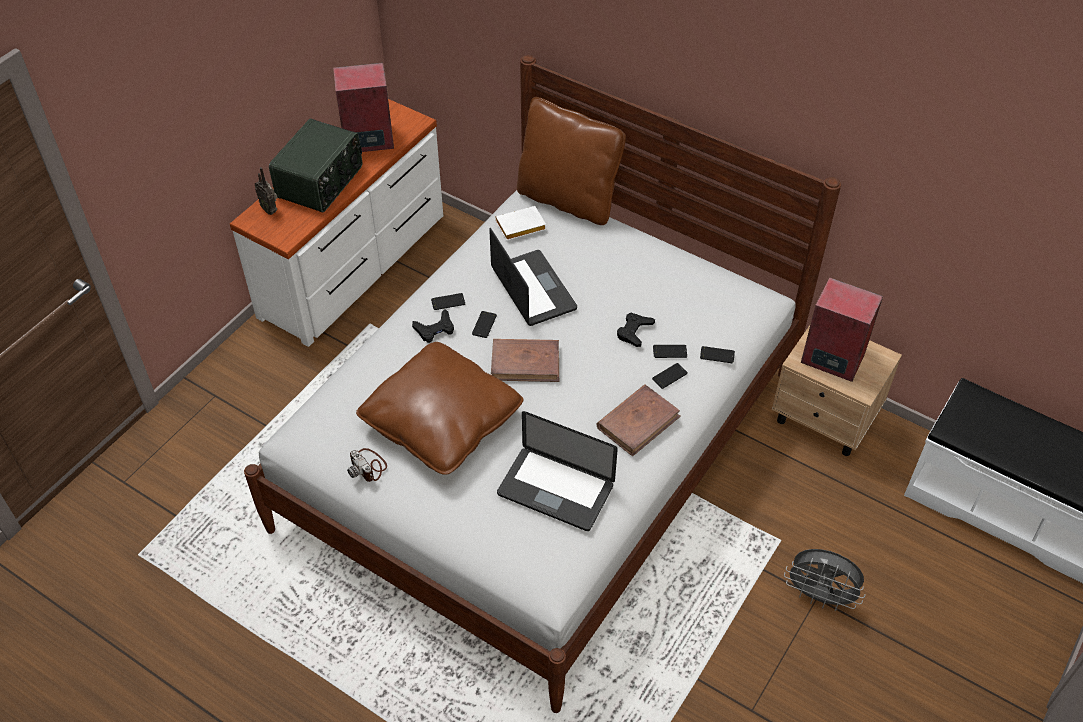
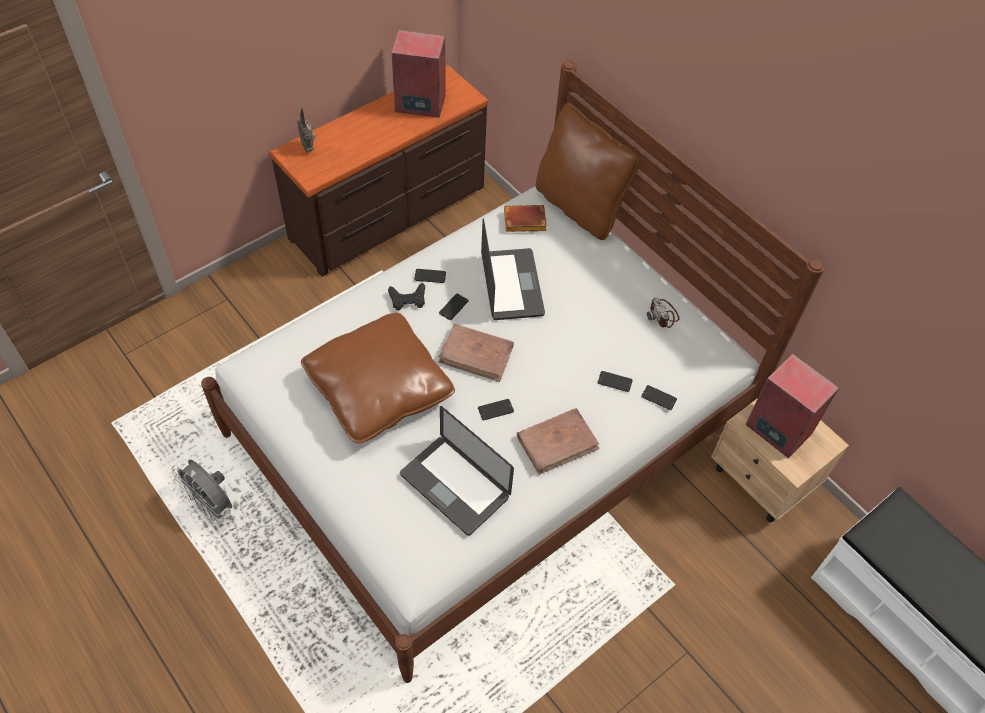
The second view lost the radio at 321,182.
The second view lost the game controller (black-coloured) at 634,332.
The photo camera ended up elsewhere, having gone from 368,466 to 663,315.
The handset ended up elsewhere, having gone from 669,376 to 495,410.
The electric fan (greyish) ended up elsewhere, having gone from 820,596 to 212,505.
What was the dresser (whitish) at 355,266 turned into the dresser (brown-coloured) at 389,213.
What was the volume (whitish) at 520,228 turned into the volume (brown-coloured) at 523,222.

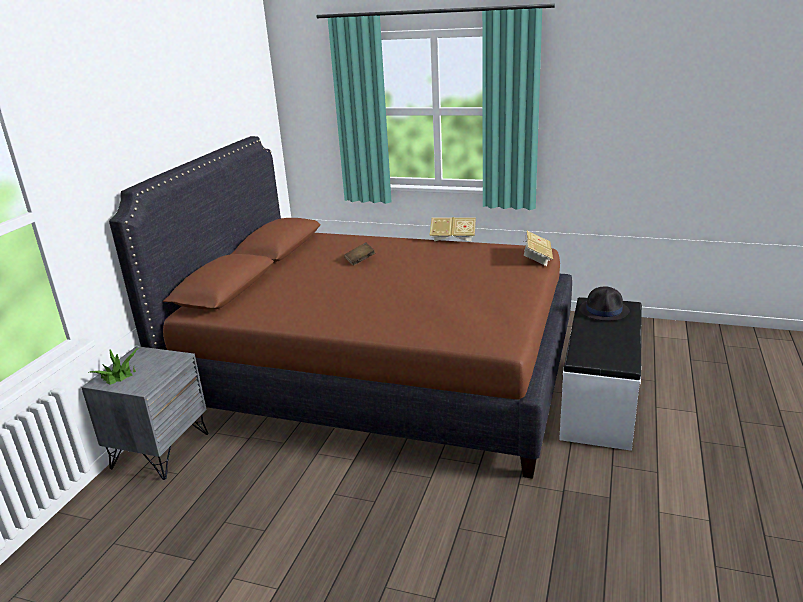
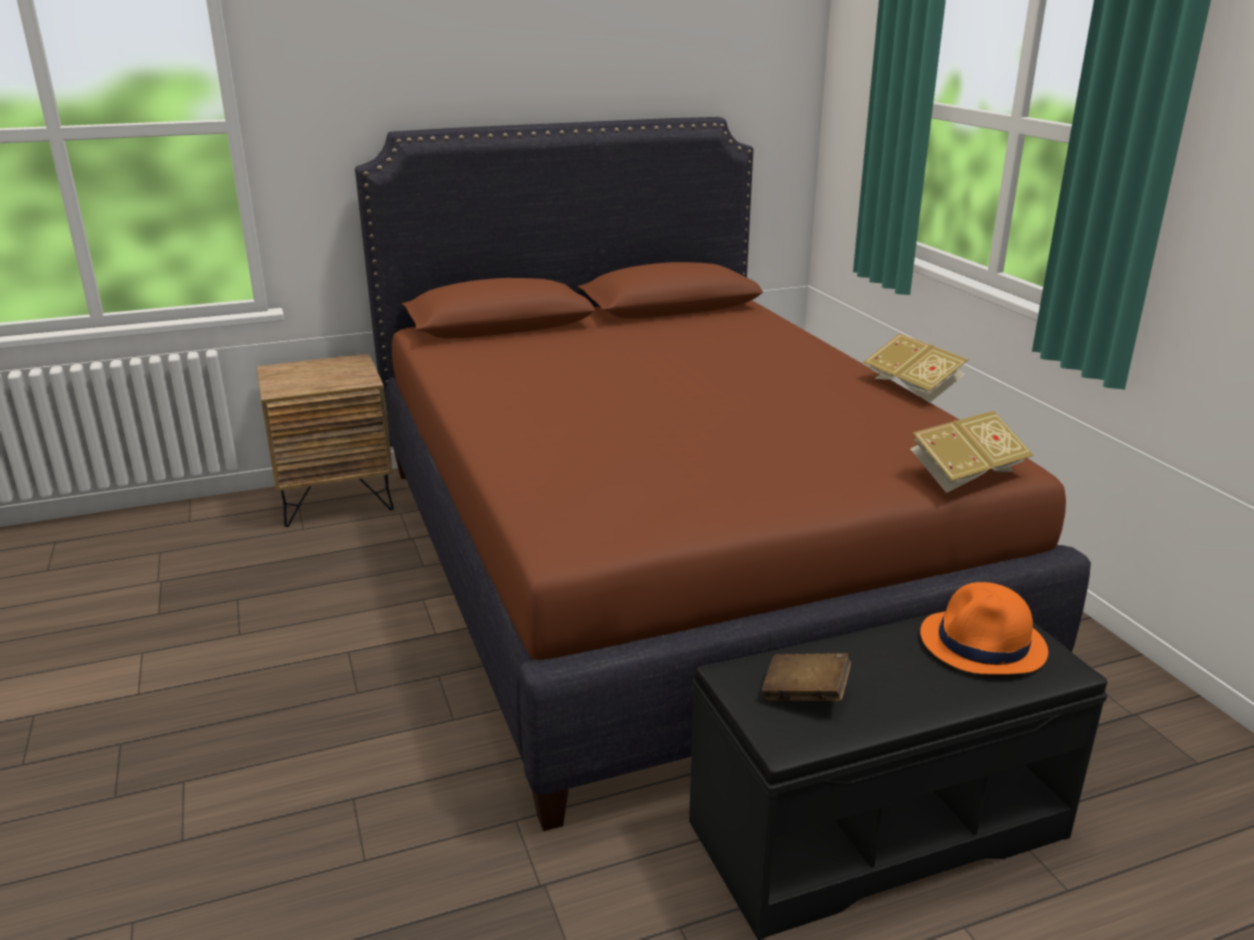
The second view lost the potted plant at 118,375.
The volume (brown-coloured) ended up elsewhere, having gone from 360,260 to 805,694.
What was the night table (greyish) at 160,450 turned into the night table (brown-coloured) at 335,498.
What was the long seat (whitish) at 598,401 turned into the long seat (black-coloured) at 876,827.
What was the clothing hat (black-coloured) at 604,311 turned into the clothing hat (orange-coloured) at 983,644.

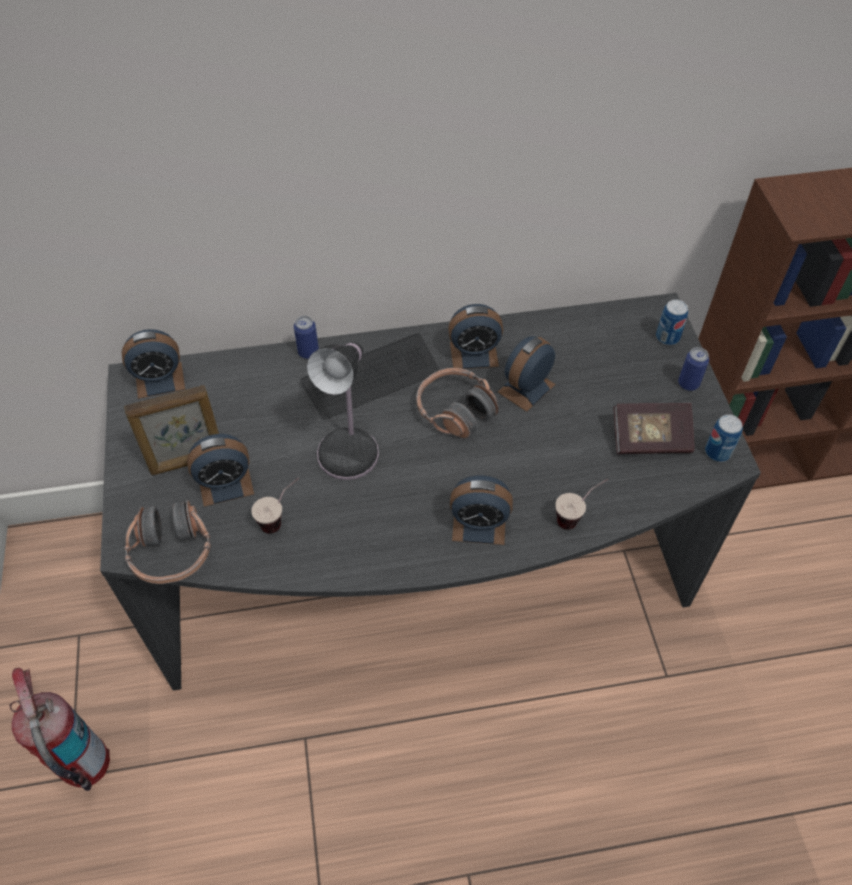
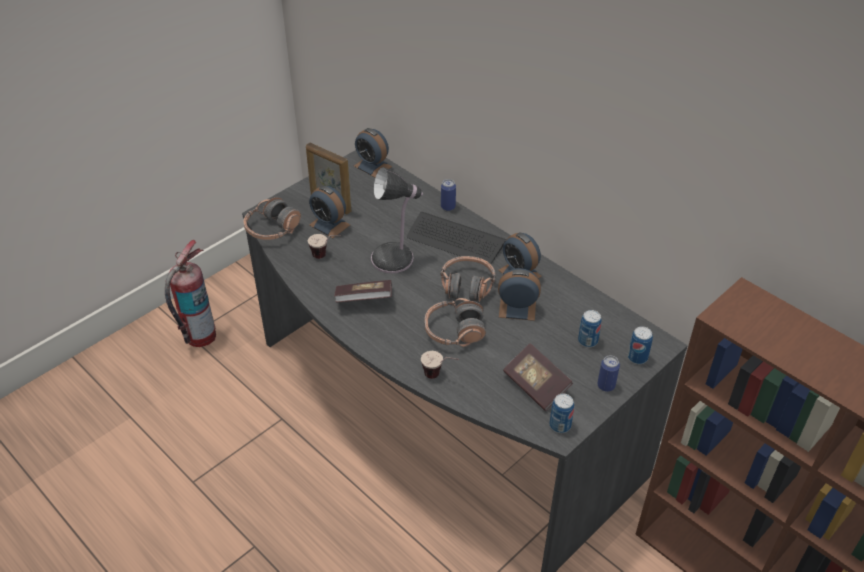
The second view lost the table clock at 479,525.
The second view gained the volume at 364,300.
The second view gained the headset at 454,331.
The second view gained the metal can at 587,341.

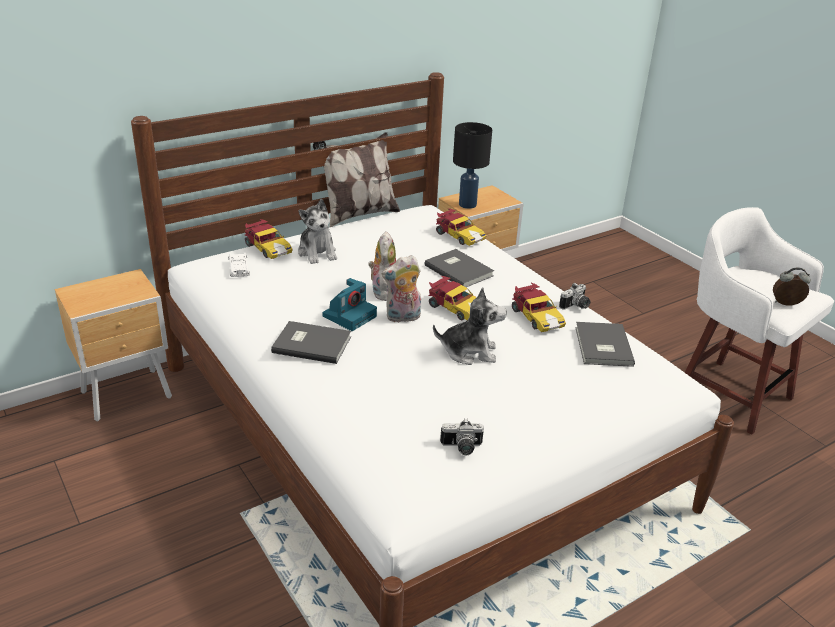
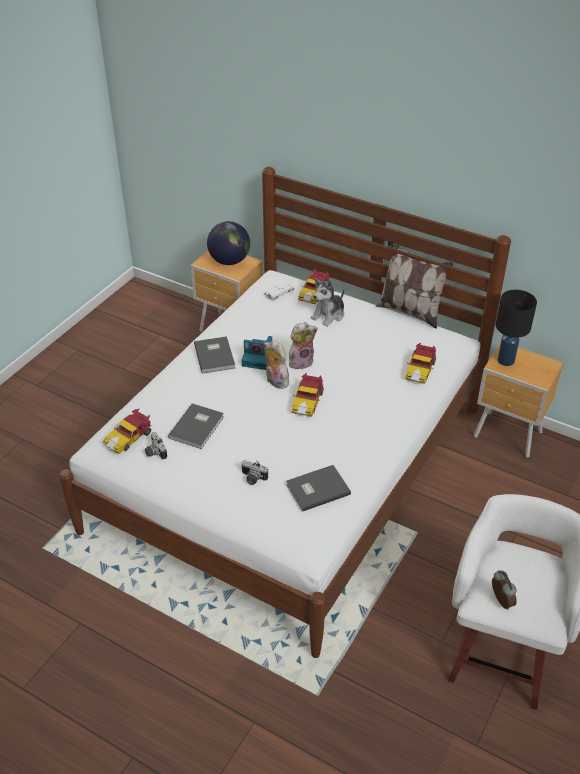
The second view lost the plush toy at 469,352.
The second view gained the desk globe at 229,261.
The volume (greyish) ended up elsewhere, having gone from 459,269 to 198,427.
The miniature car ended up elsewhere, having gone from 536,317 to 129,437.
The photo camera ended up elsewhere, having gone from 576,306 to 252,479.

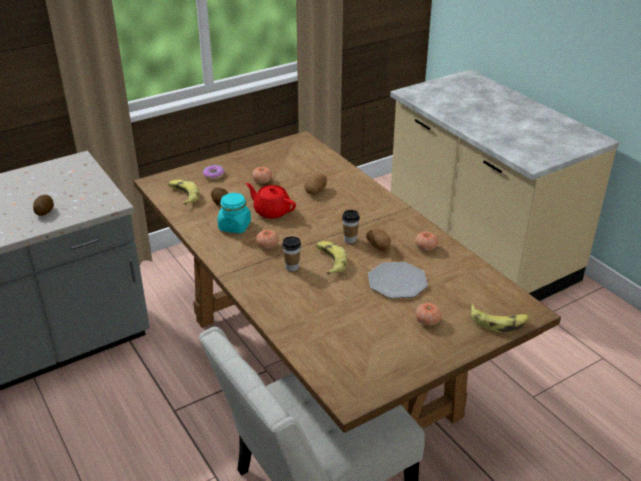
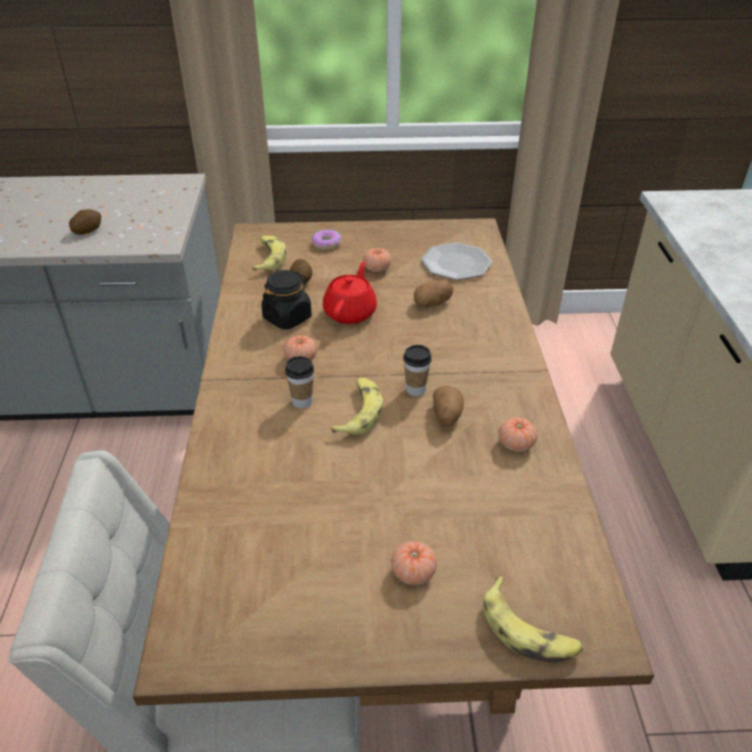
The flat dish ended up elsewhere, having gone from 397,281 to 456,263.
What was the preserve jar (turquoise) at 234,226 turned into the preserve jar (black-coloured) at 287,317.
The teapot (red-coloured) at 271,211 ended up facing another way, 45 degrees clockwise from before.

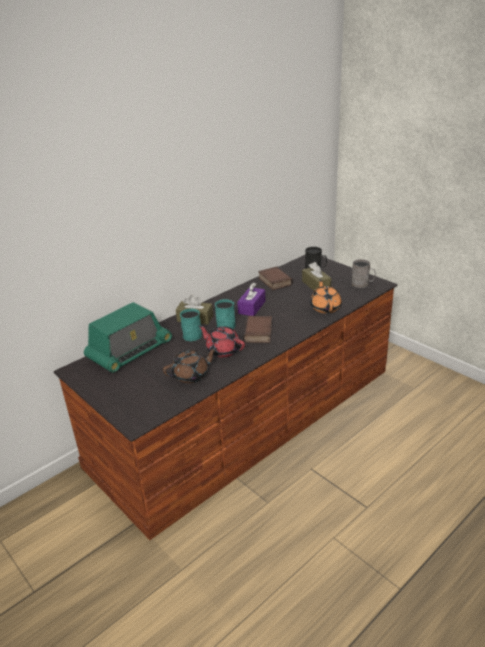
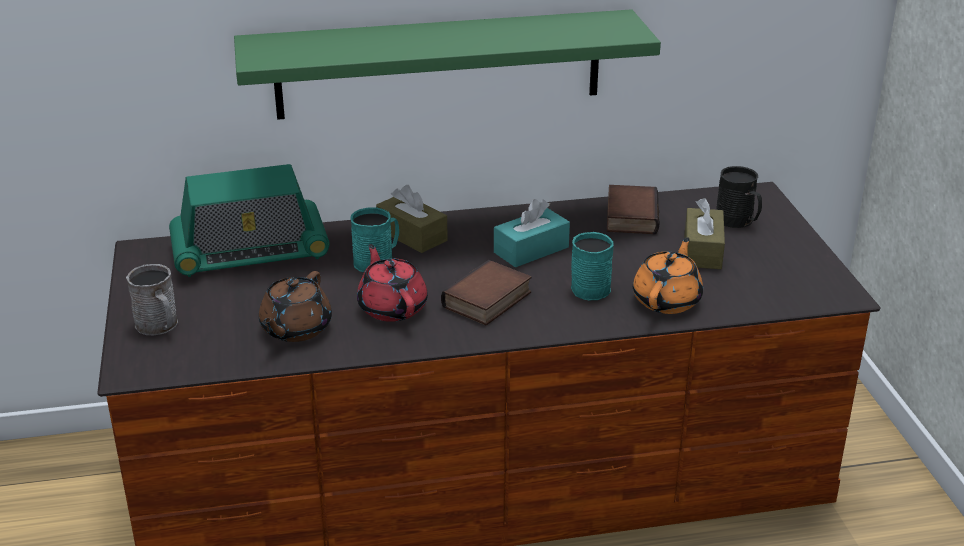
The second view gained the wall shelf (green) at 439,64.
The tea mug (turquoise) ended up elsewhere, having gone from 224,325 to 589,286.
The tea mug (greyish) ended up elsewhere, having gone from 362,284 to 159,326.
What was the tissue box (purple) at 252,307 turned into the tissue box (turquoise) at 531,250.
The teapot (brown-coloured) at 191,375 ended up facing another way, 105 degrees clockwise from before.

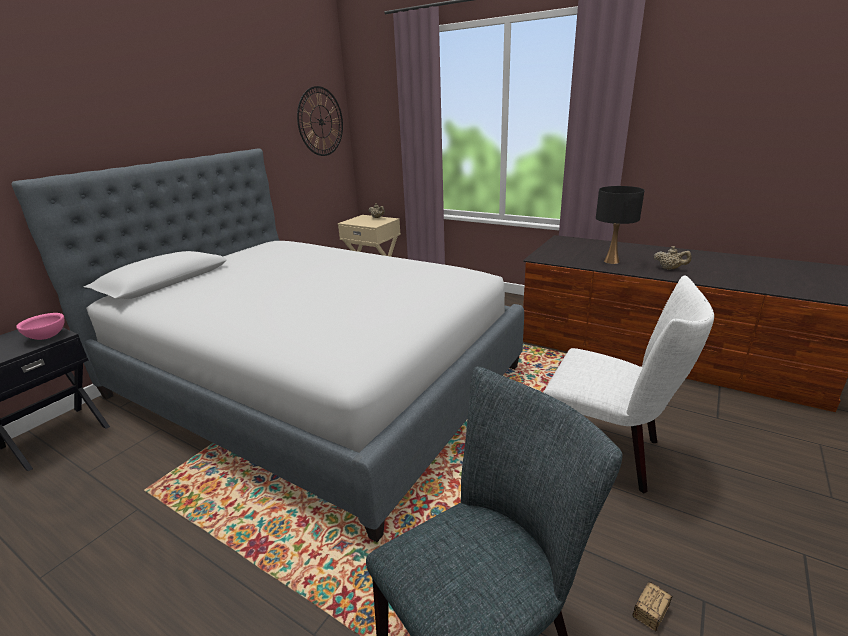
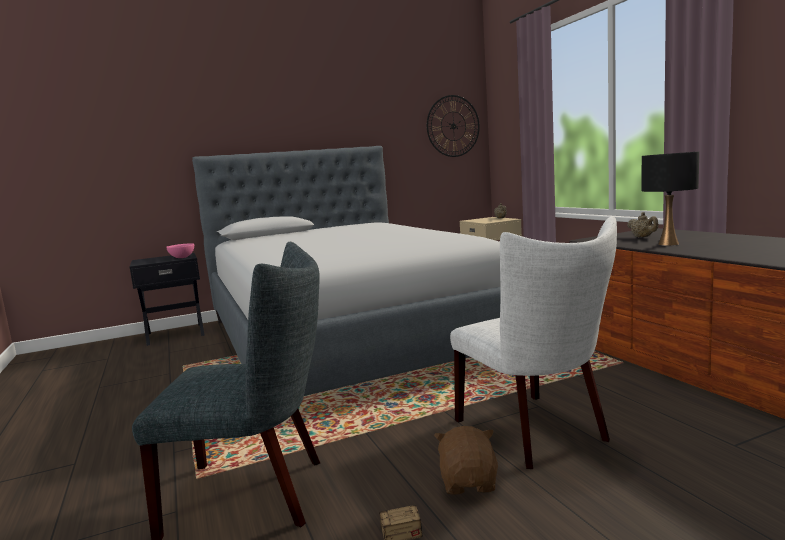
The second view gained the plush toy (brown-coloured) at 469,482.
The teapot (beige-coloured) ended up elsewhere, having gone from 670,268 to 643,237.

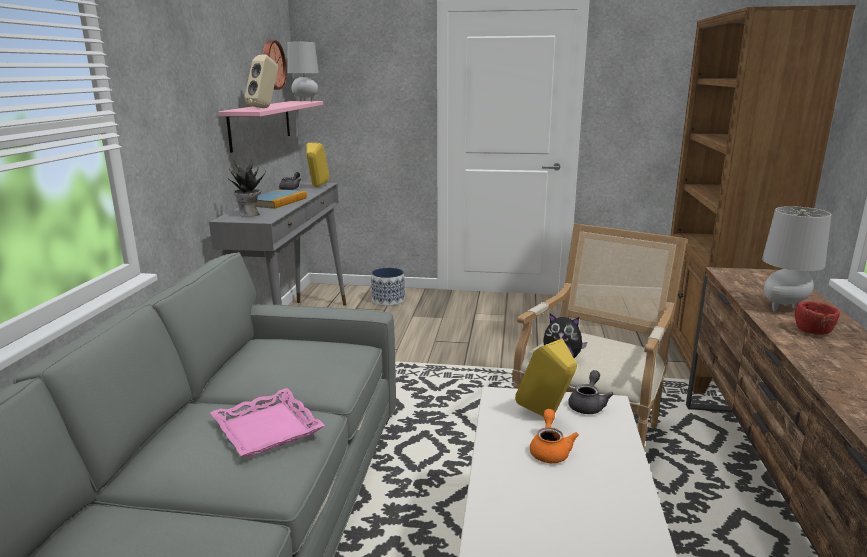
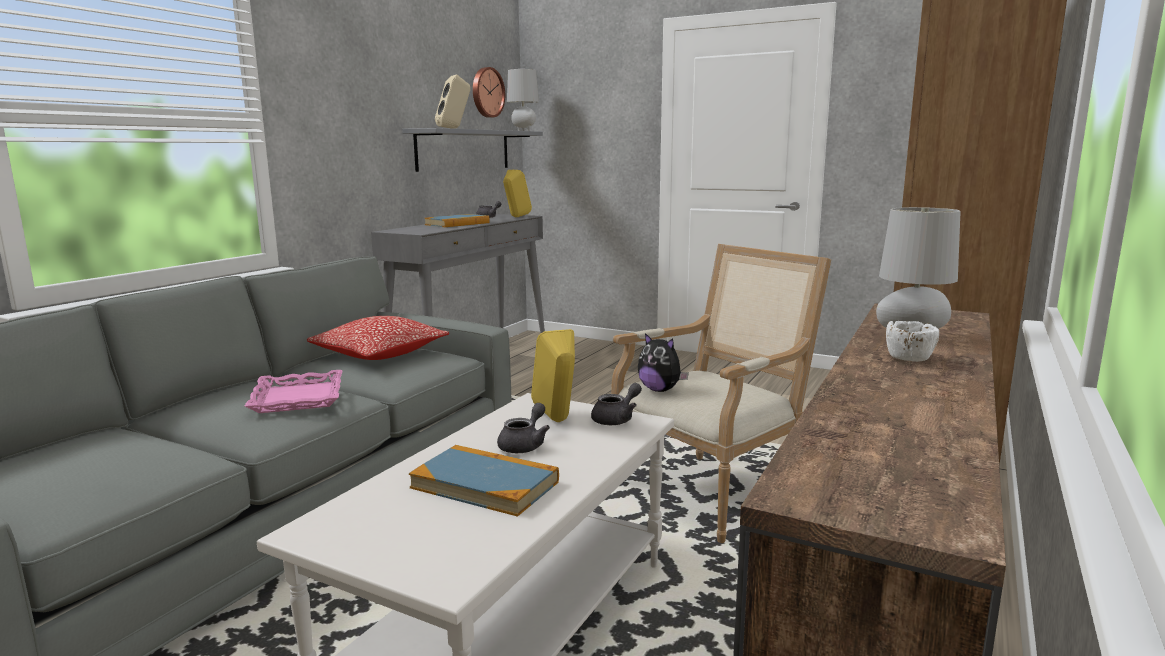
The second view lost the potted plant at 249,214.
The second view lost the planter at 388,300.
The second view gained the throw pillow at 379,354.
The second view gained the volume at 485,485.
What was the wall shelf (pinkish) at 261,124 turned into the wall shelf (greyish) at 464,150.
What was the teapot (orange-coloured) at 550,450 turned into the teapot (greyish) at 525,445.
What was the serving bowl (red-coloured) at 813,331 turned into the serving bowl (whitish) at 909,359.

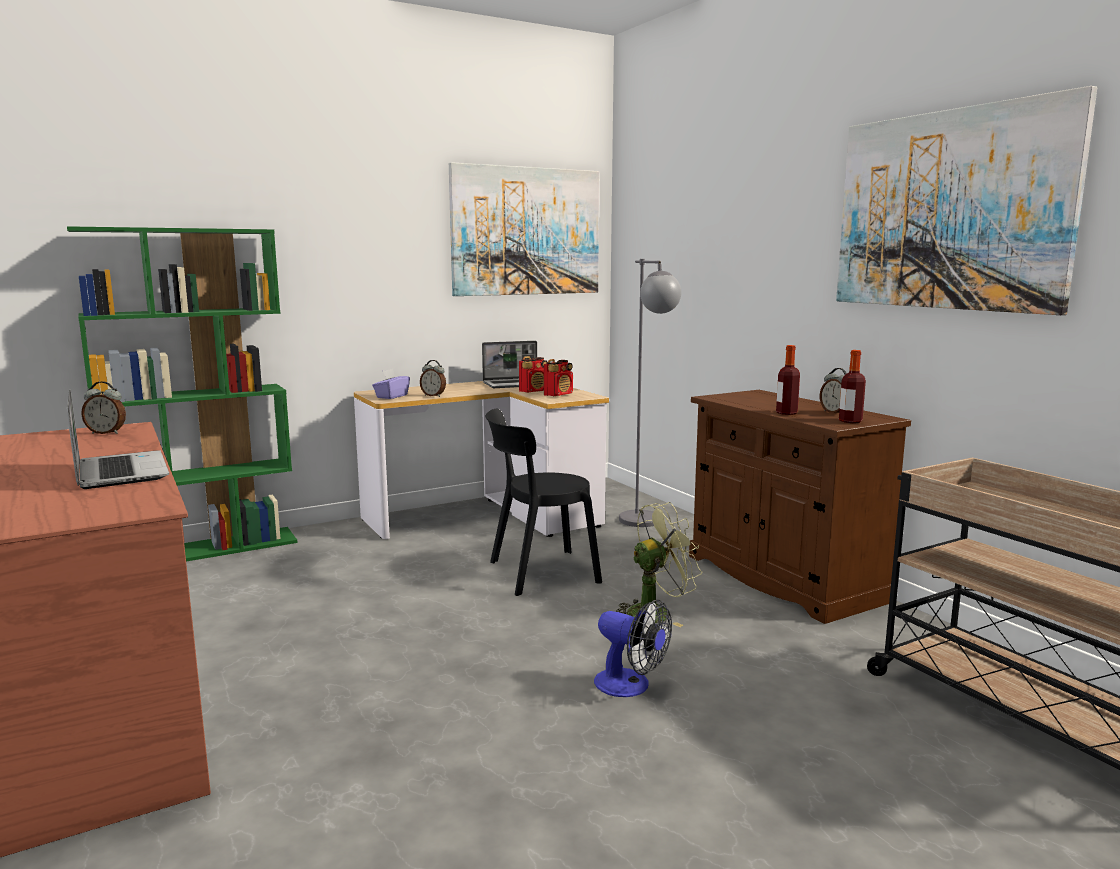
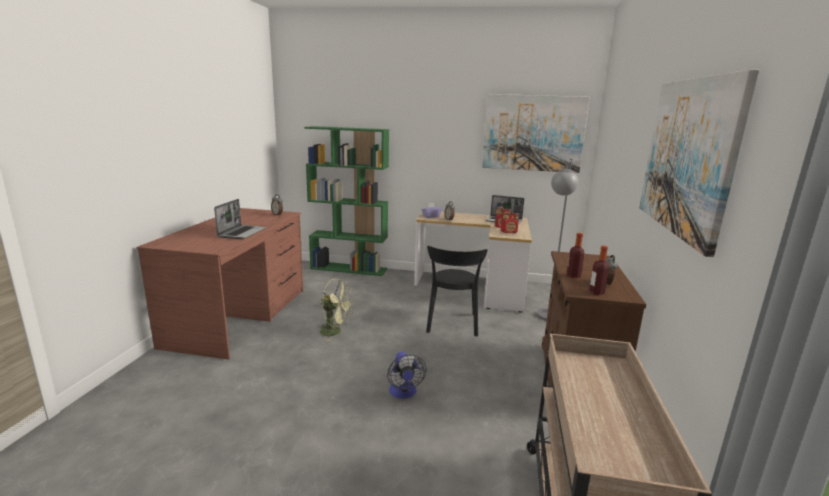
The electric fan (green) ended up elsewhere, having gone from 656,612 to 335,332.
The plain chair (black-coloured) at 538,573 ended up facing another way, 105 degrees counterclockwise from before.

